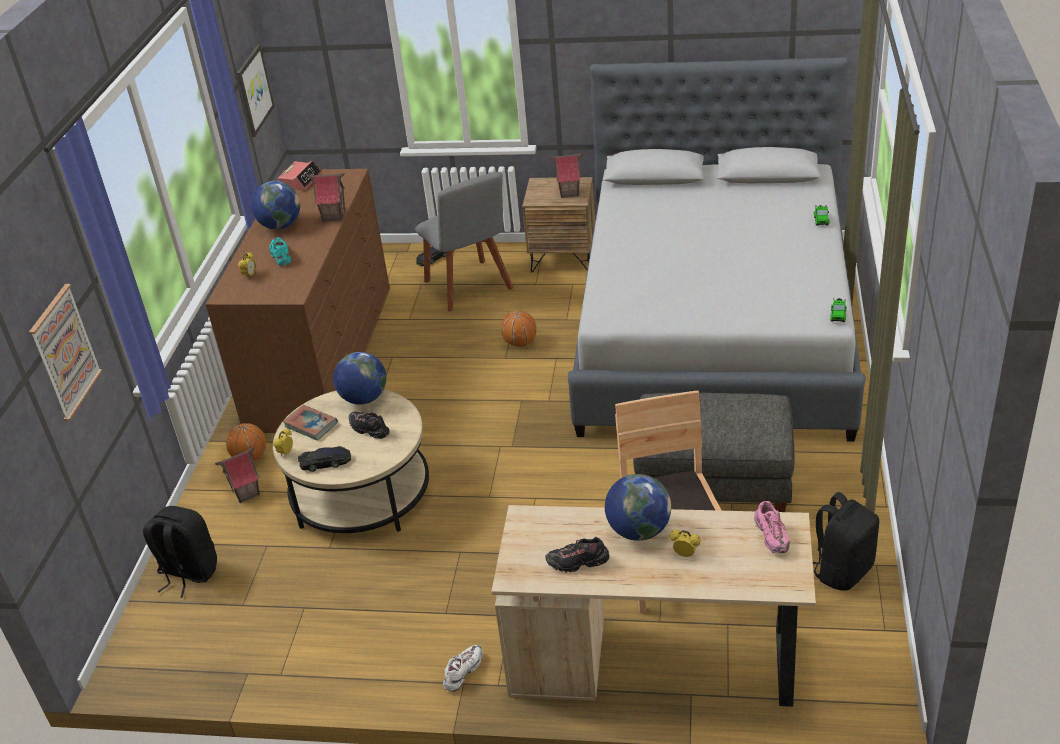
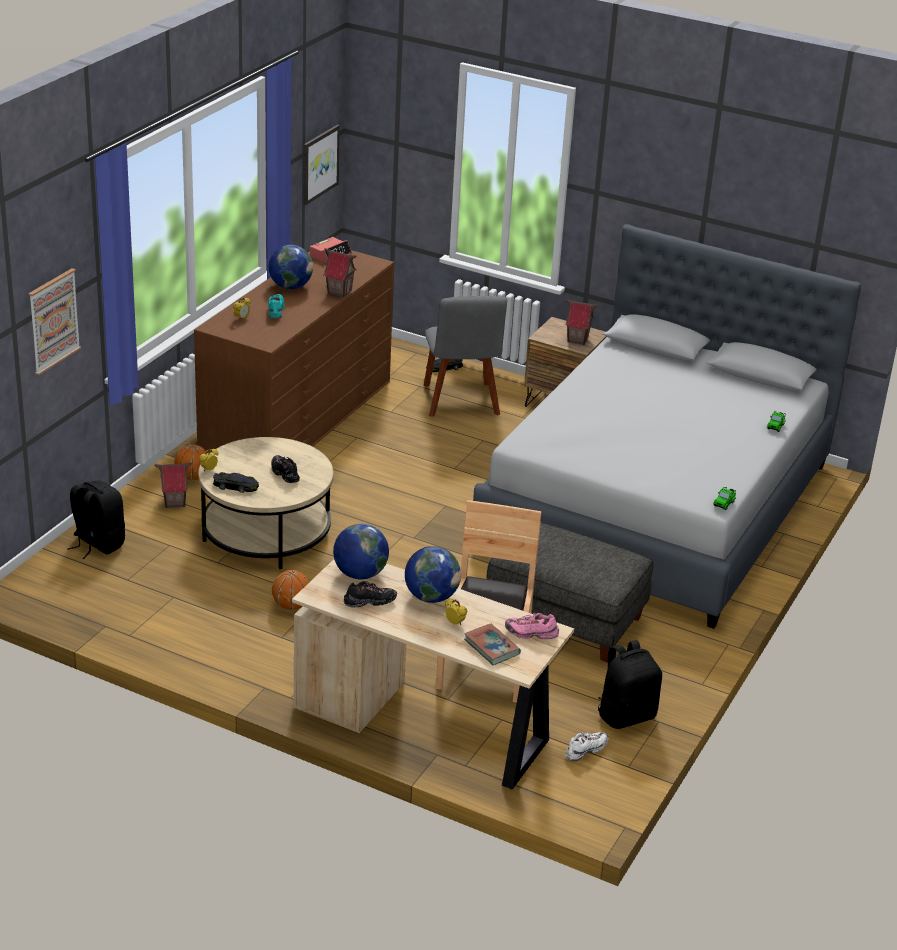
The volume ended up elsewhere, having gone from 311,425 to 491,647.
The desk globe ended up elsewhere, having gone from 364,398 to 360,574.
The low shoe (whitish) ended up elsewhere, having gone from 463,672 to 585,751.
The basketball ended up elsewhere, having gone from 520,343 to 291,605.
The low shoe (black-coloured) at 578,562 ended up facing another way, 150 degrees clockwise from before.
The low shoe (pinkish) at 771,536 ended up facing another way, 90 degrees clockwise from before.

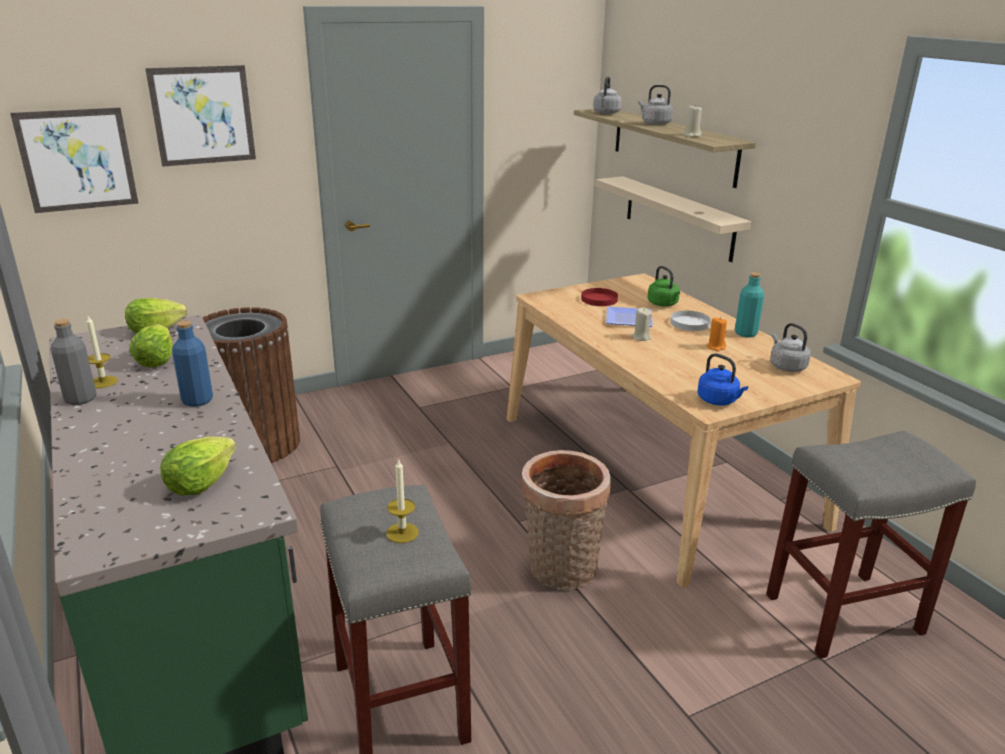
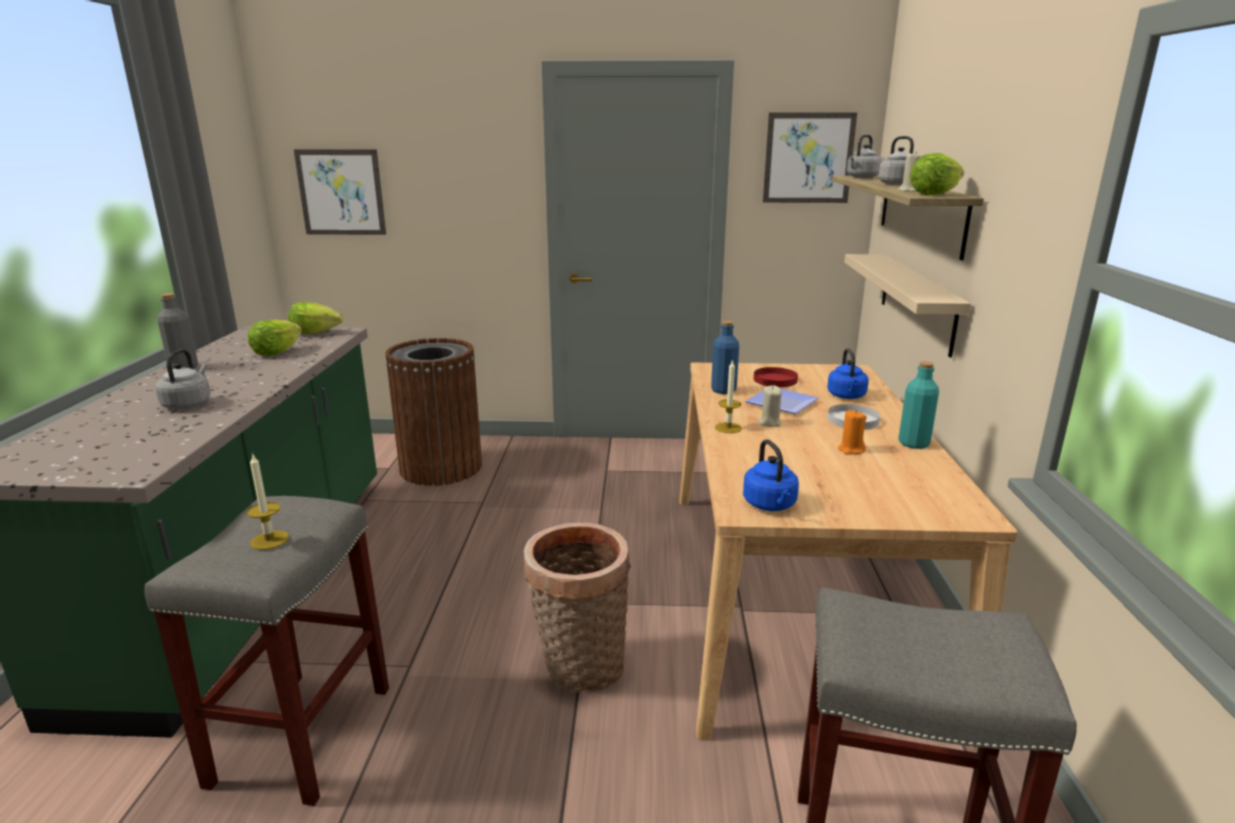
The wax candle ended up elsewhere, having gone from 103,382 to 728,428.
The wall picture ended up elsewhere, having gone from 203,115 to 808,158.
The head of lettuce ended up elsewhere, having gone from 200,484 to 933,194.
The bottle (blue-coloured) ended up elsewhere, having gone from 197,400 to 723,390.
The water kettle (greyish) ended up elsewhere, having gone from 786,366 to 188,404.
What was the water kettle (green) at 663,304 turned into the water kettle (blue-coloured) at 847,396.

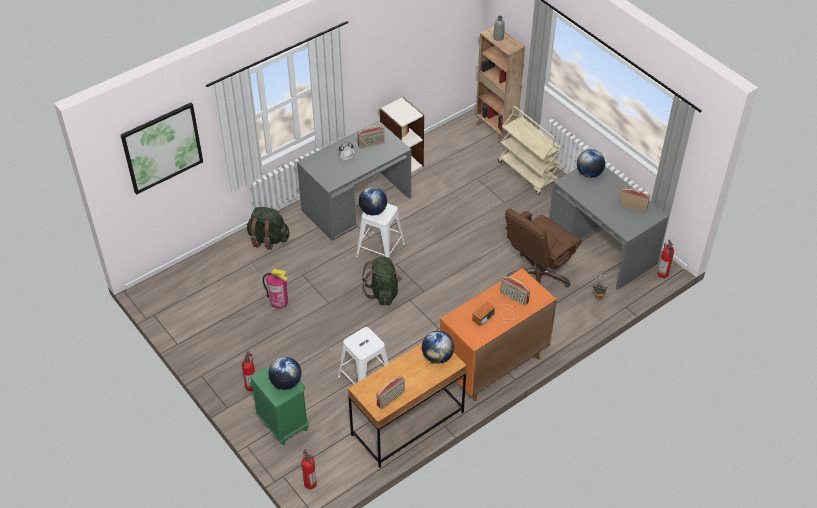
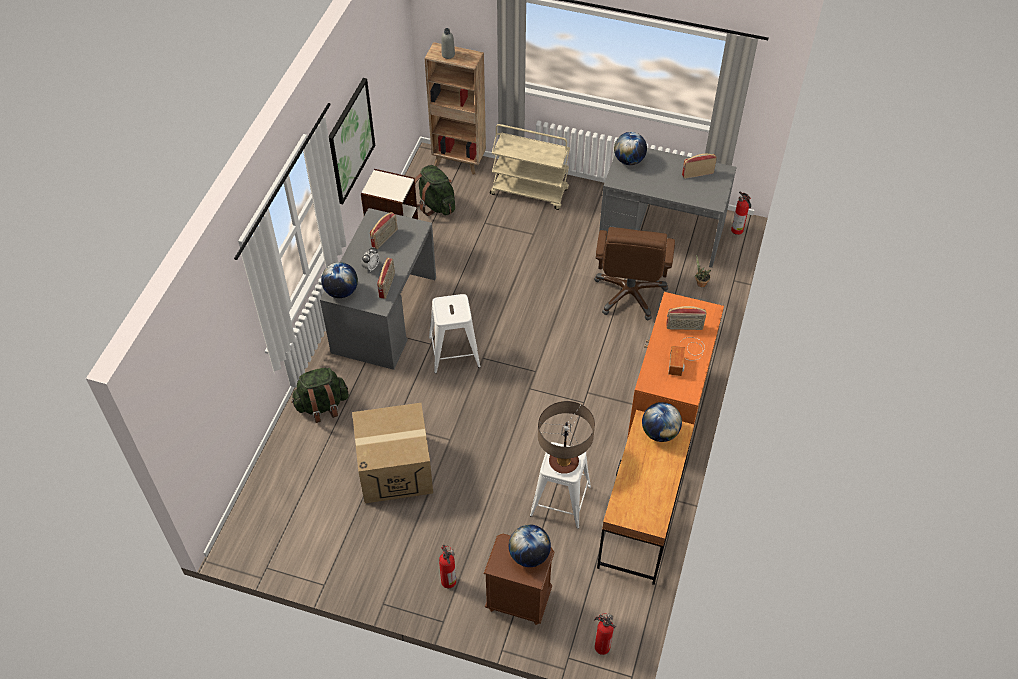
The second view gained the tabletop lamp at 563,462.
The wall picture ended up elsewhere, having gone from 162,147 to 350,141.
The desk globe ended up elsewhere, having gone from 373,211 to 341,291.
The rucksack (green) ended up elsewhere, having gone from 383,292 to 436,205.
The radio ended up elsewhere, having gone from 391,399 to 387,286.
Where the fire extinguisher stood at 279,301, the cardboard box came to stand at 395,468.
What was the night table (green) at 283,423 turned into the night table (brown-coloured) at 518,600.

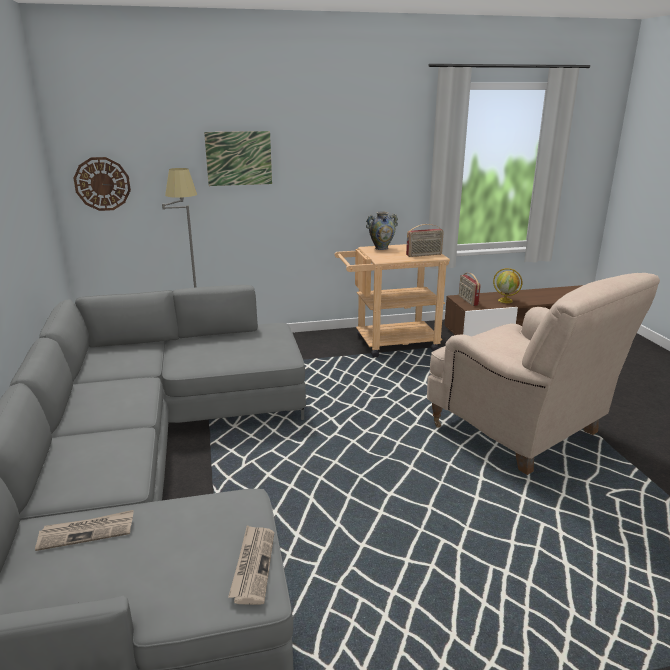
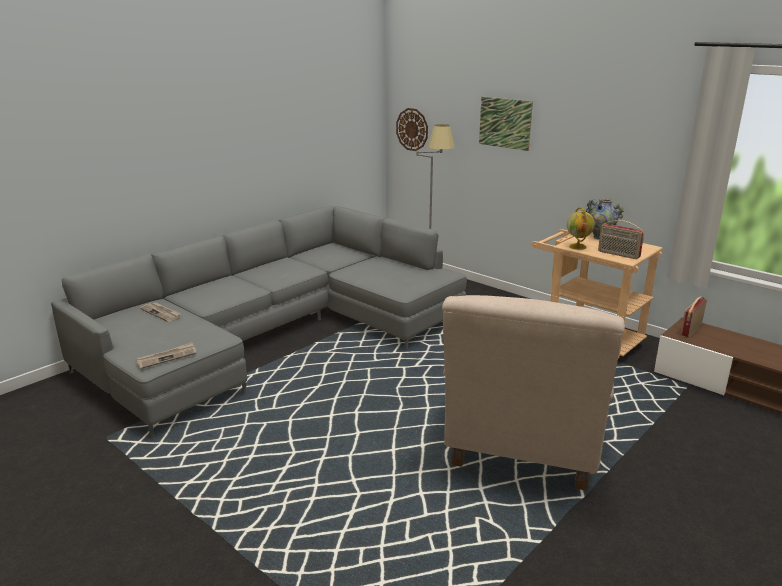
The desk globe ended up elsewhere, having gone from 505,300 to 578,247.

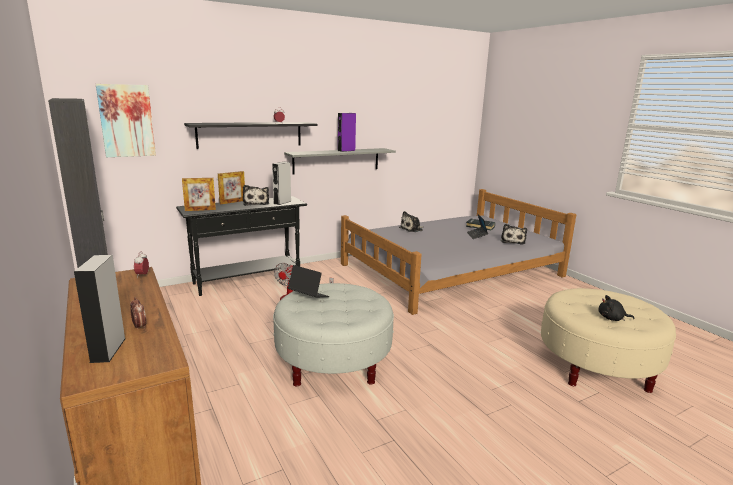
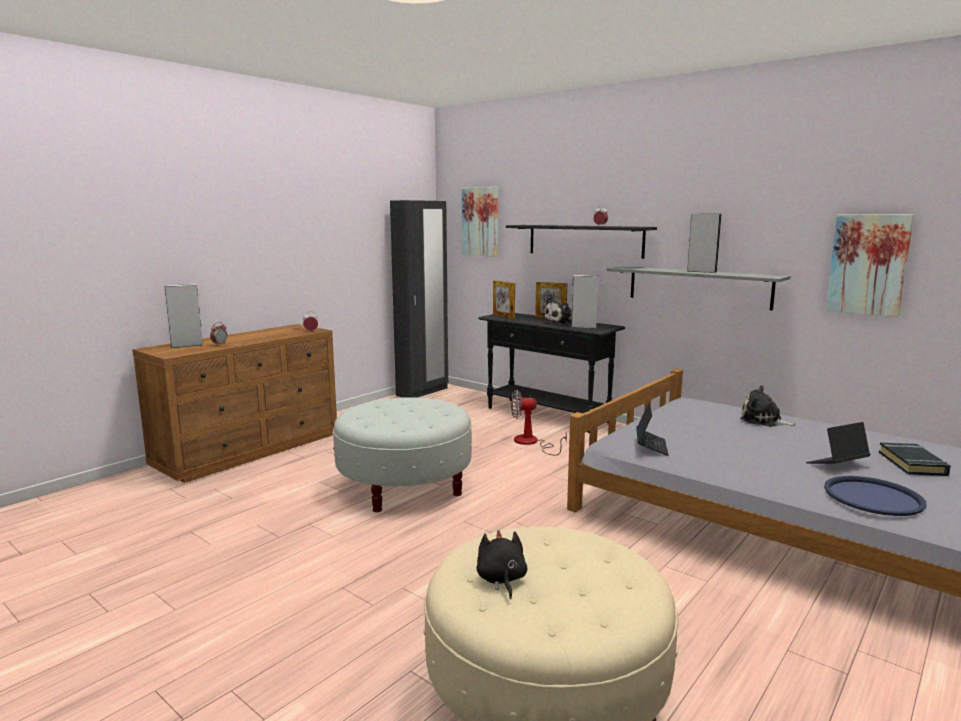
The second view gained the wall picture at 868,264.
The portable computer ended up elsewhere, having gone from 308,296 to 651,446.
Where the plush toy stood at 512,241, the serving tray (blue-coloured) came to stand at 873,497.
What was the audio speaker (purple) at 346,150 turned into the audio speaker (greyish) at 701,271.

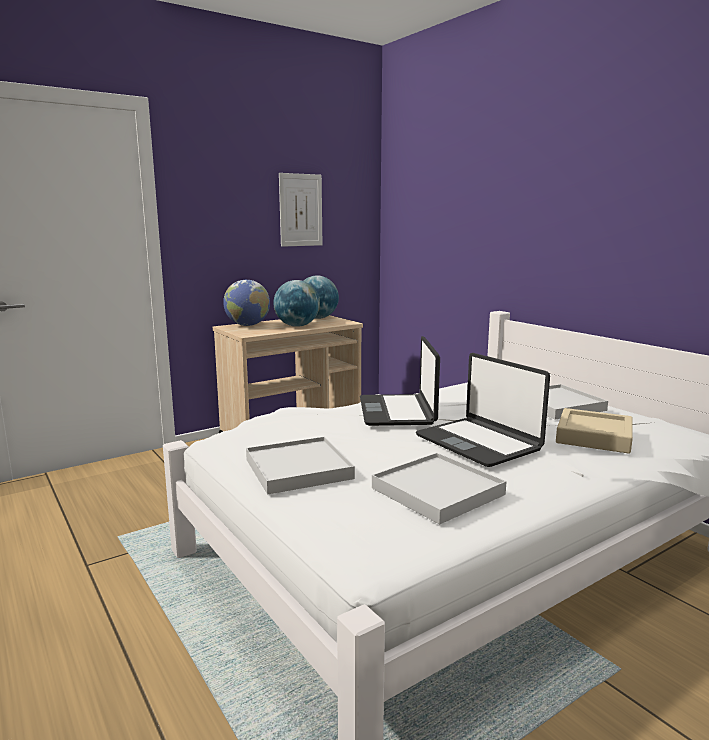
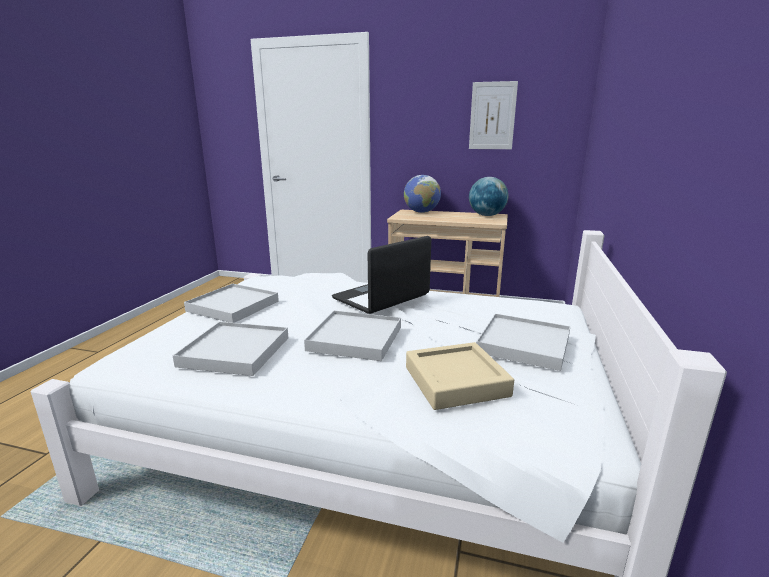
The second view lost the desk globe at 297,326.
Where the portable computer stood at 478,443, the serving tray (whitish) came to stand at 355,339.

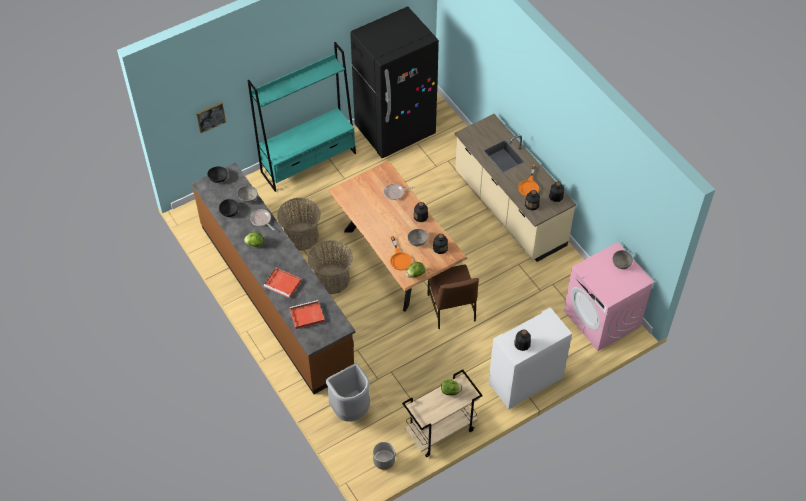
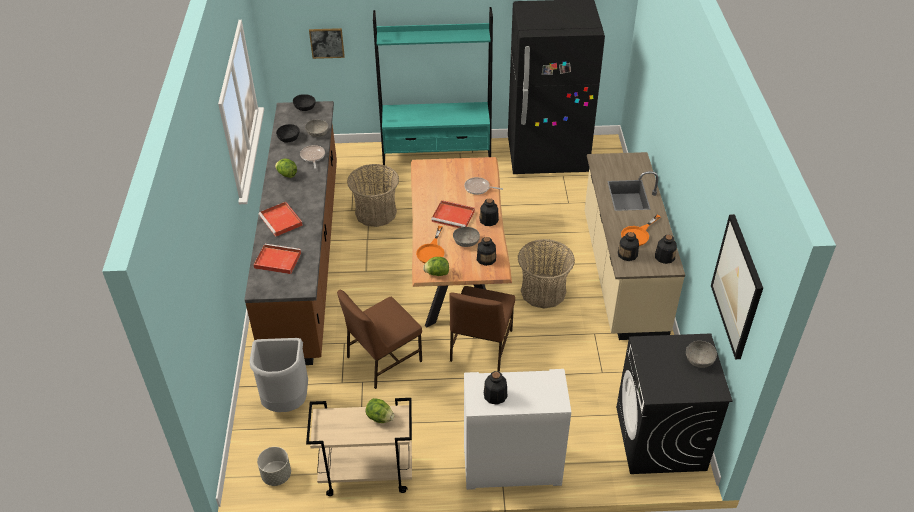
The second view gained the plain chair (brown-coloured) at 382,359.
The second view gained the serving tray (red-coloured) at 454,216.
The second view gained the wall picture at 737,286.
The storage basket ended up elsewhere, having gone from 331,279 to 543,291.
What was the laundry machine (pinkish) at 602,319 turned into the laundry machine (black-coloured) at 660,438.

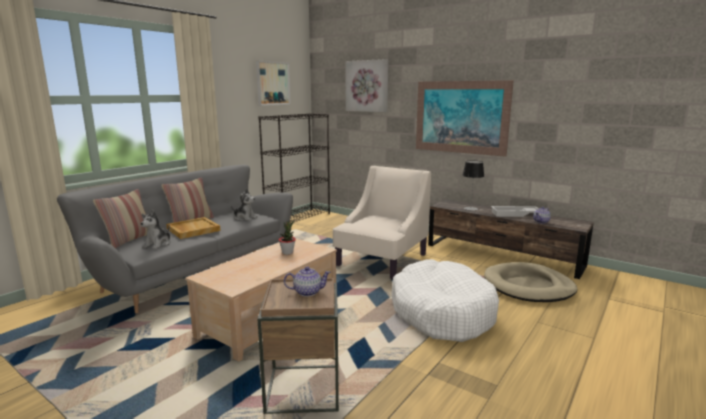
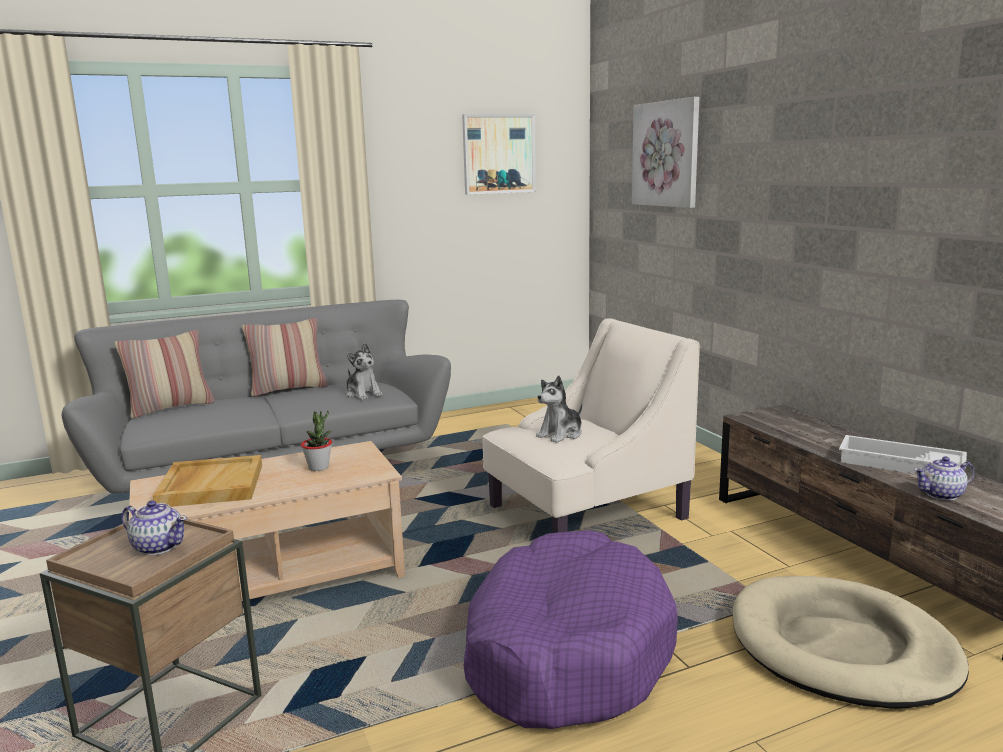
The second view lost the shelving unit (black-coloured) at 298,219.
The second view lost the wall picture at 461,117.
The second view lost the tabletop lamp at 470,208.
The plush toy ended up elsewhere, having gone from 158,244 to 561,434.
The serving tray (beige-coloured) ended up elsewhere, having gone from 193,230 to 210,485.
What was the pet bed (whitish) at 441,312 turned into the pet bed (purple) at 566,651.

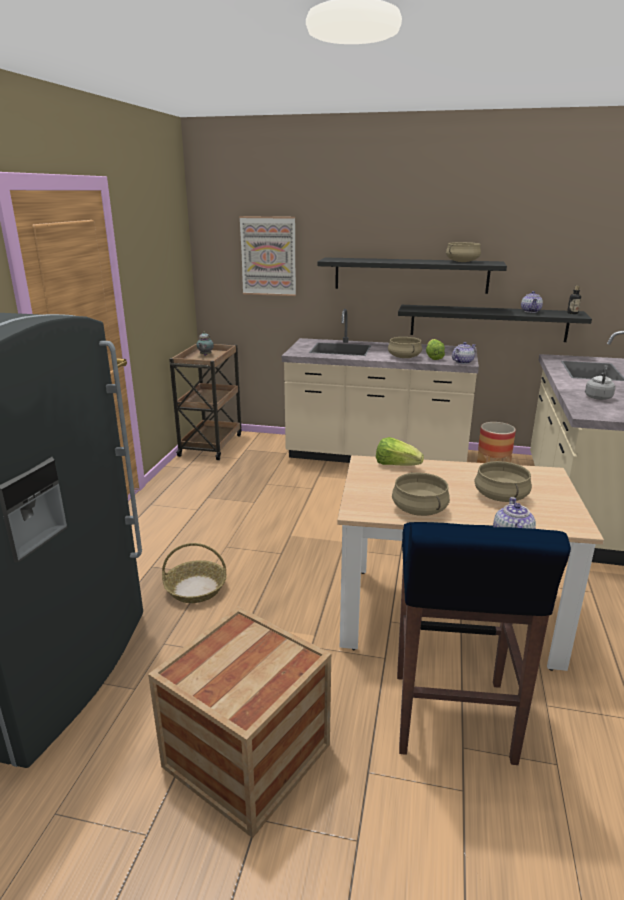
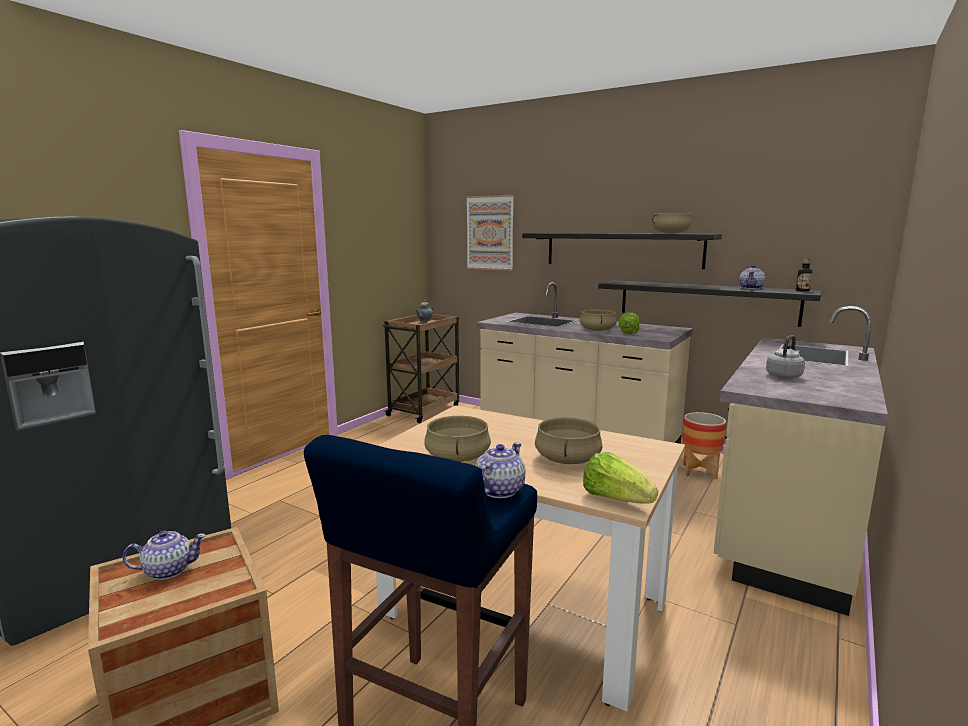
The second view lost the storage basket at 195,589.
The head of lettuce ended up elsewhere, having gone from 396,465 to 615,499.
The teapot ended up elsewhere, having gone from 462,362 to 168,570.

